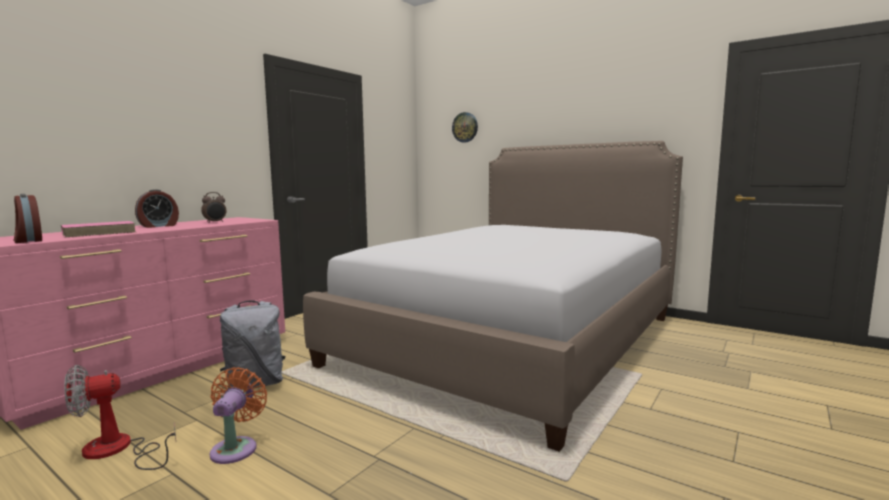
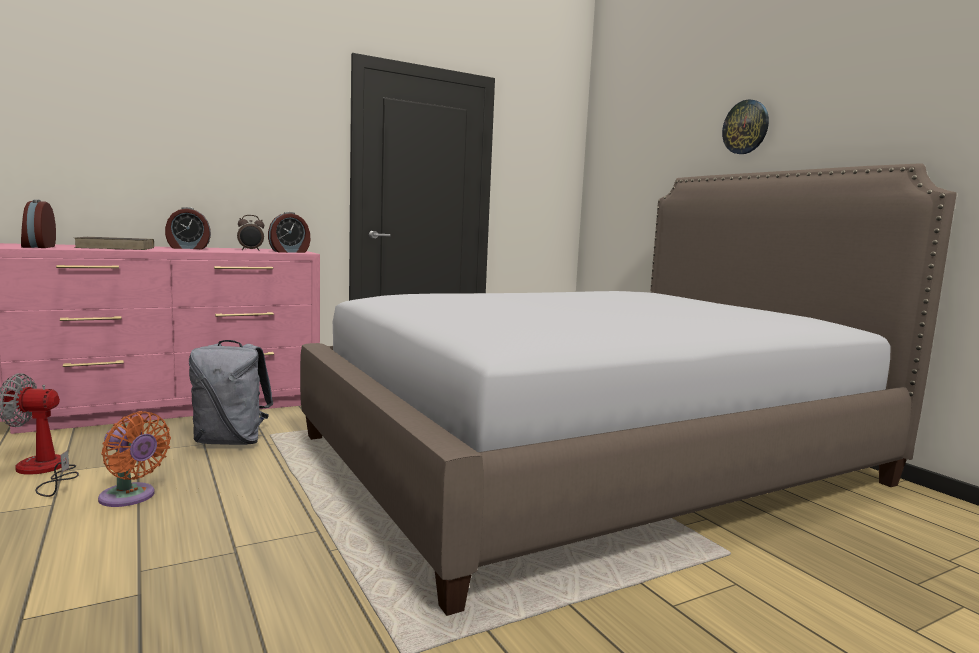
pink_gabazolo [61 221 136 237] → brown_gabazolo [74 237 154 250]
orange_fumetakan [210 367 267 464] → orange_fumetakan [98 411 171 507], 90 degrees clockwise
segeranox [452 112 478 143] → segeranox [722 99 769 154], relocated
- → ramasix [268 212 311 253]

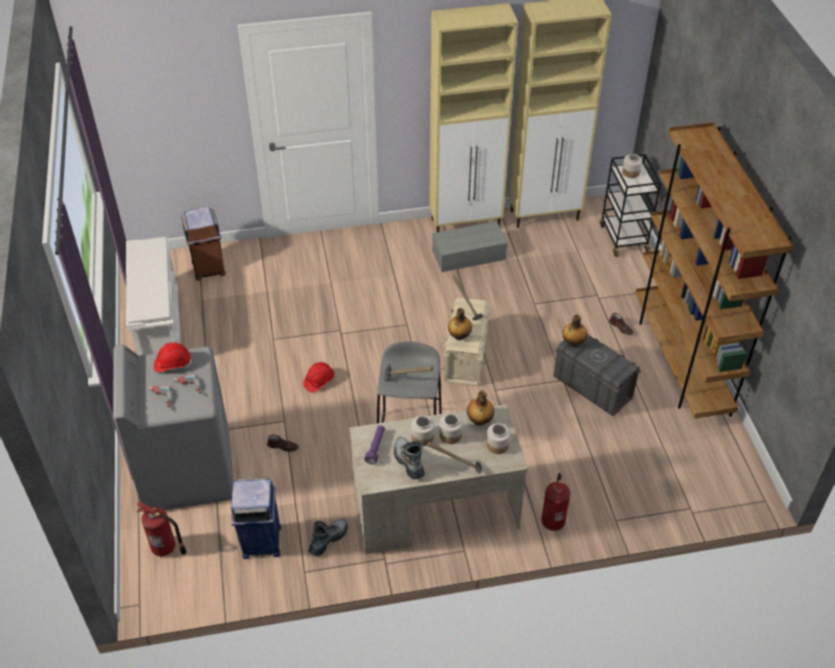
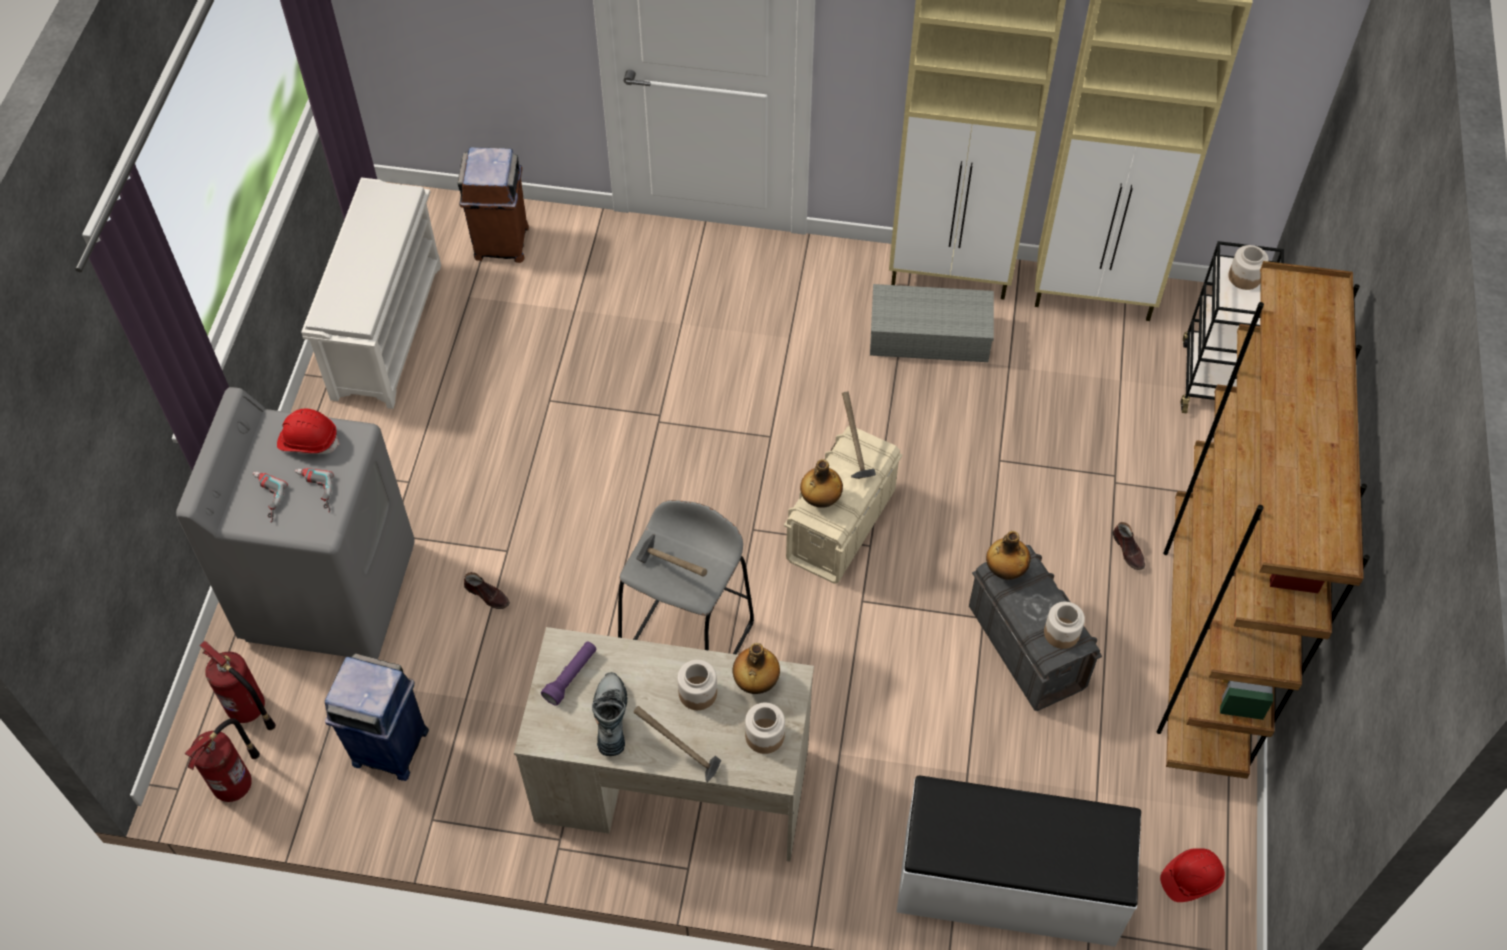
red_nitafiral [303 362 334 393] → red_nitafiral [1160 848 1225 902], relocated
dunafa [308 519 348 556] → -
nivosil [411 415 434 446] → nivosil [1044 602 1085 649], relocated
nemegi [541 473 570 531] → nemegi [185 718 260 802], relocated
- → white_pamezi [897 776 1141 947]

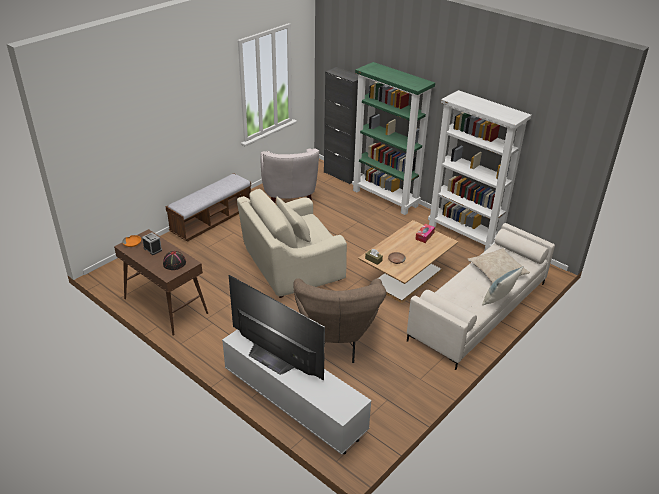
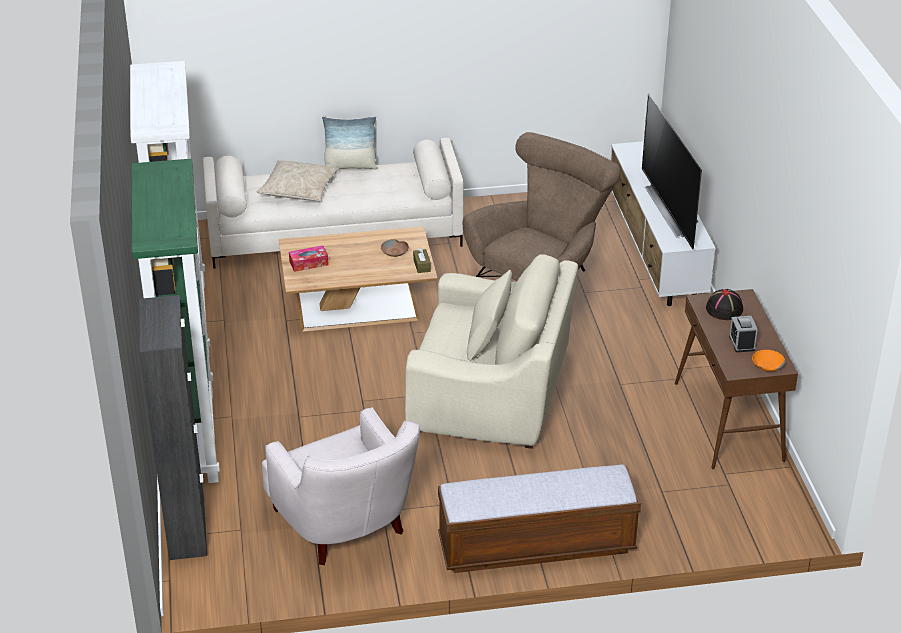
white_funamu [260 148 319 203] → white_funamu [262 407 420 565], 120 degrees clockwise

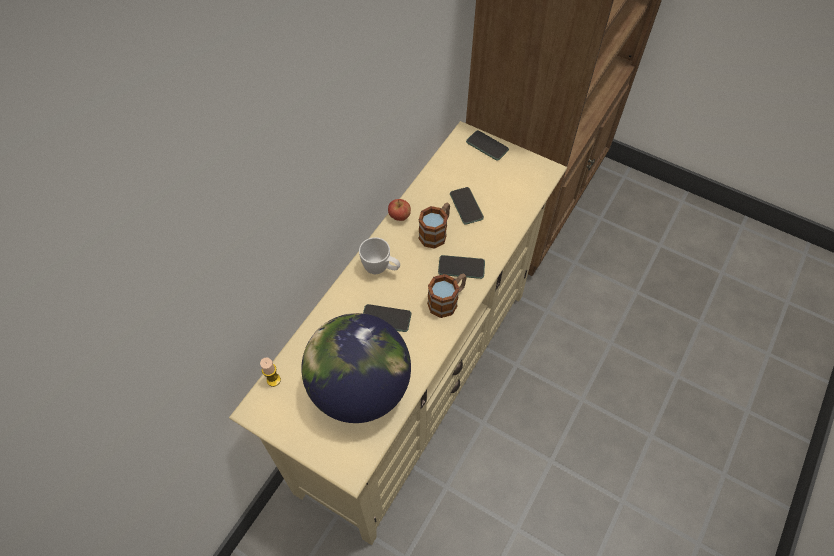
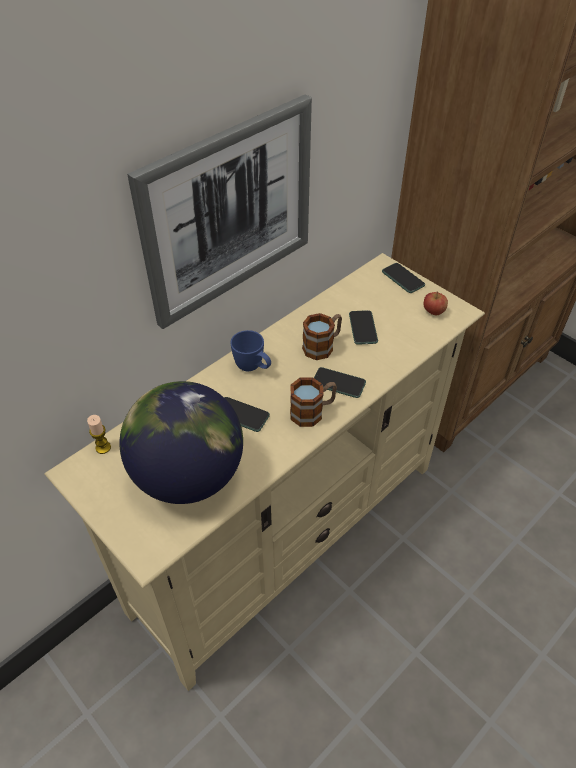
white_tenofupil [359 237 400 274] → blue_tenofupil [230 330 271 371]
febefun [388 199 411 221] → febefun [423 292 448 316], relocated
- → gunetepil [127 94 312 329]

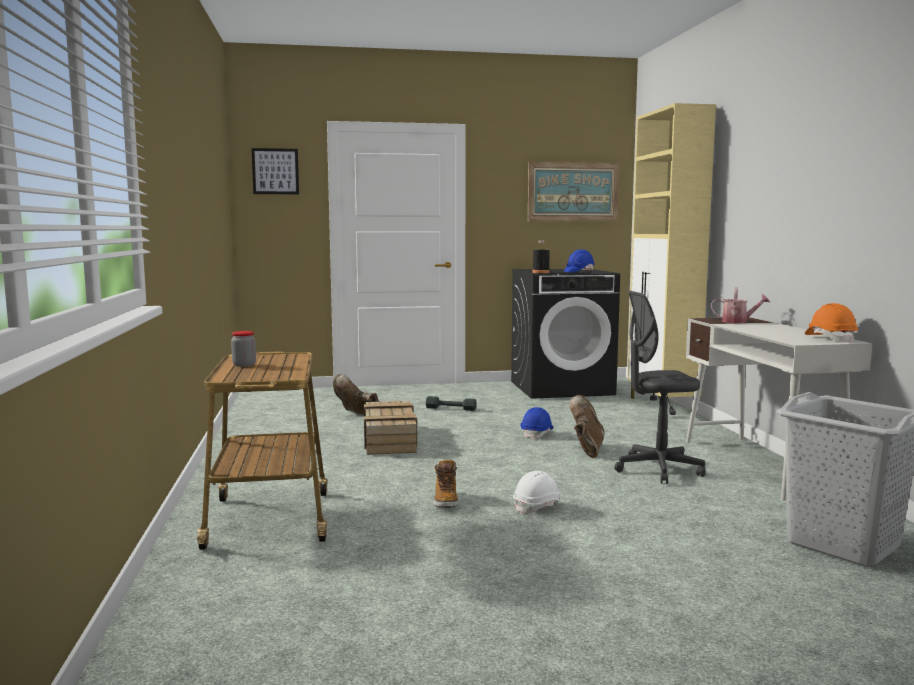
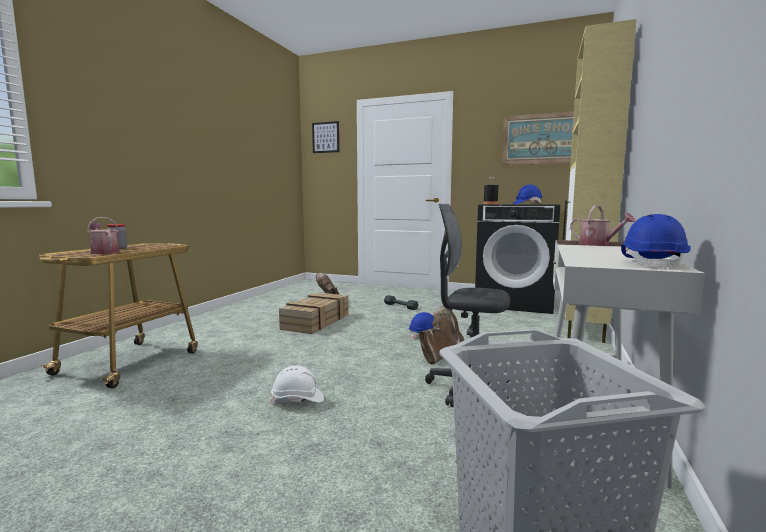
dunafa [433 459 459 508] → -
orange_nitafiral [805 303 858 343] → blue_nitafiral [621 214 691 270]
- → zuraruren [87 217 119 254]

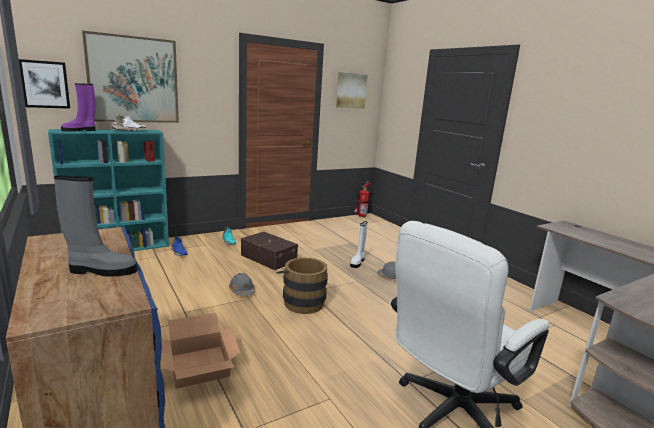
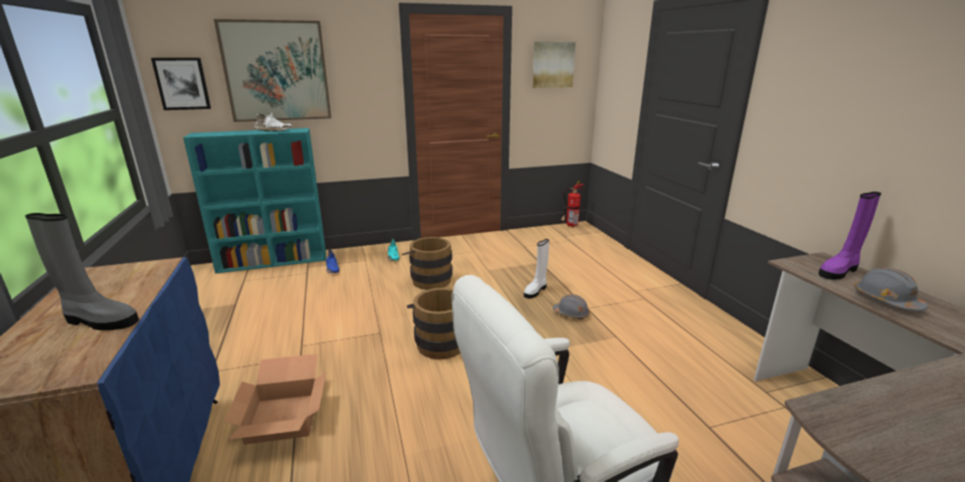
purple_dunafa [61 83 96 132] → purple_dunafa [818 192 881 280], relocated
grey_nitafiral [229 273 255 296] → grey_nitafiral [854 268 928 311], relocated
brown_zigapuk [241 232 298 270] → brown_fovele [402 237 453 290]

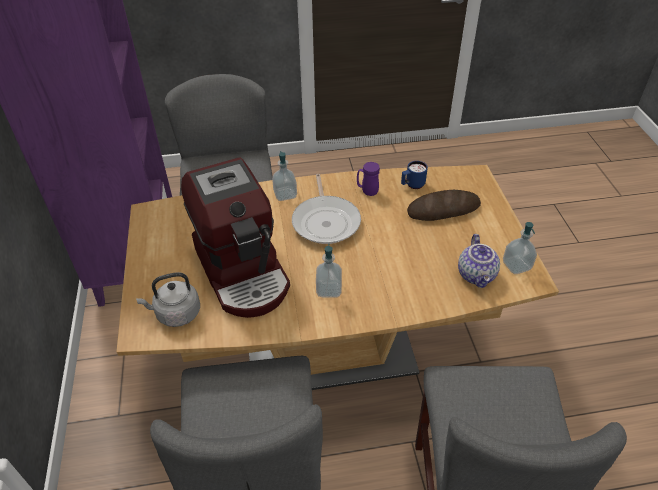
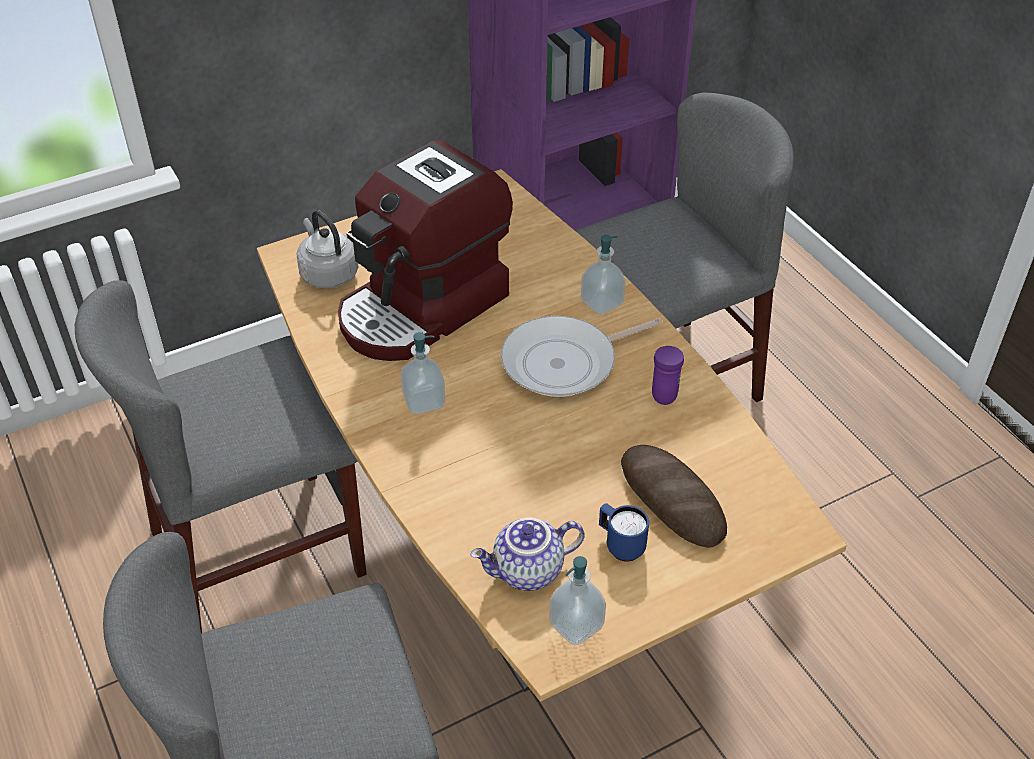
blue_tenofupil [401 161 428 189] → blue_tenofupil [599 503 649 562], relocated

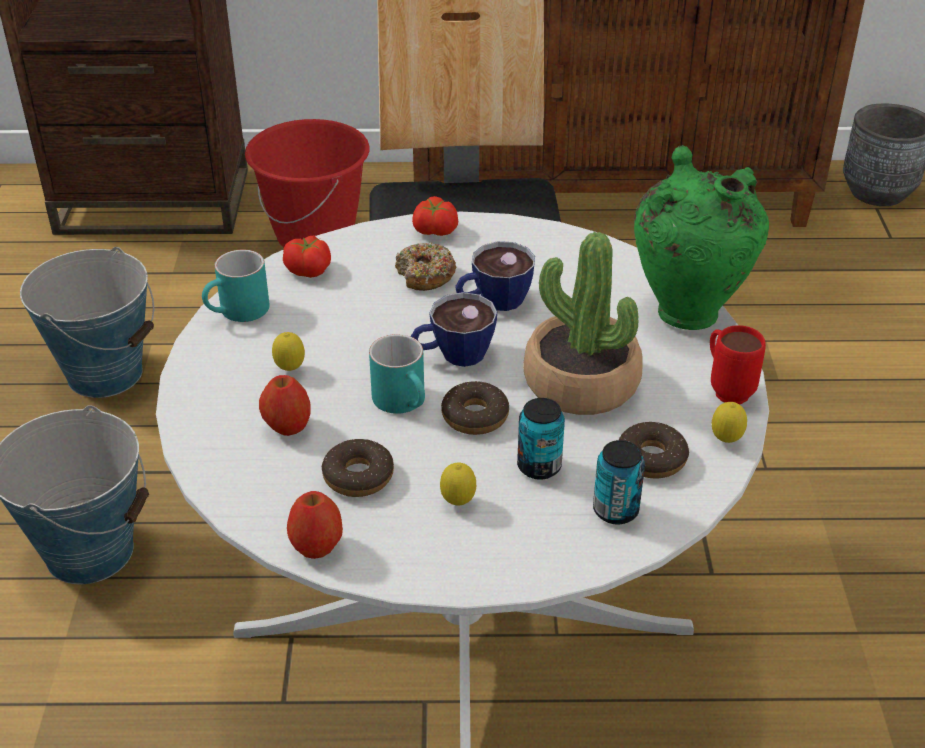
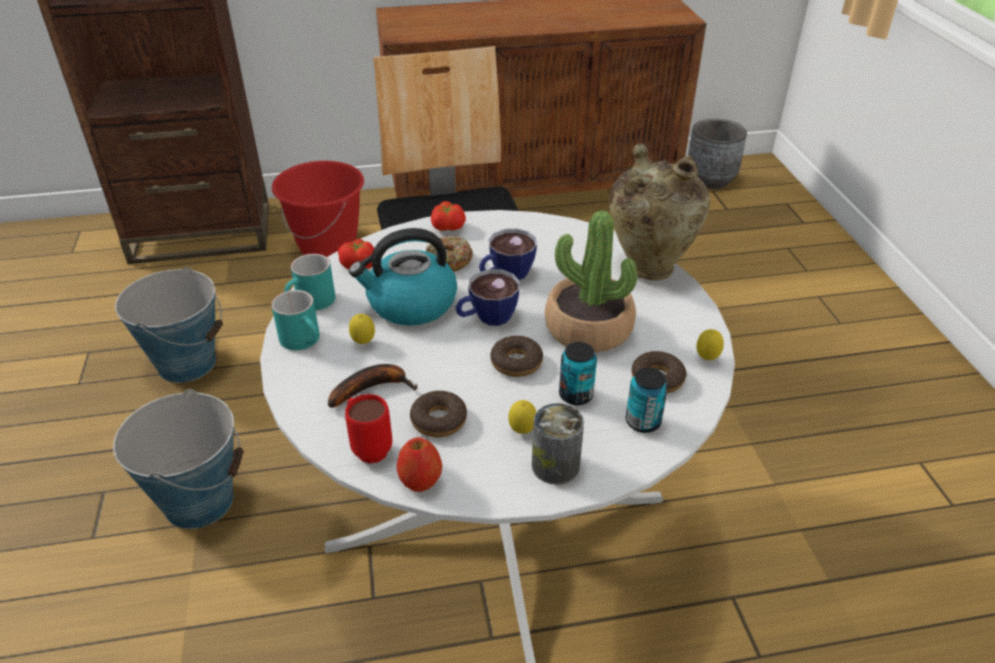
febefun [259 375 311 436] → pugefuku [328 364 418 408]
turquoise_tenofupil [369 334 425 414] → turquoise_tenofupil [271 290 320 350], relocated
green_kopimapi [634 145 769 330] → beige_kopimapi [610 143 710 280]
red_tenofupil [710 325 766 404] → red_tenofupil [345 394 392 464], relocated
- → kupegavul [349 228 457 326]
- → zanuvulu [532 403 584 485]

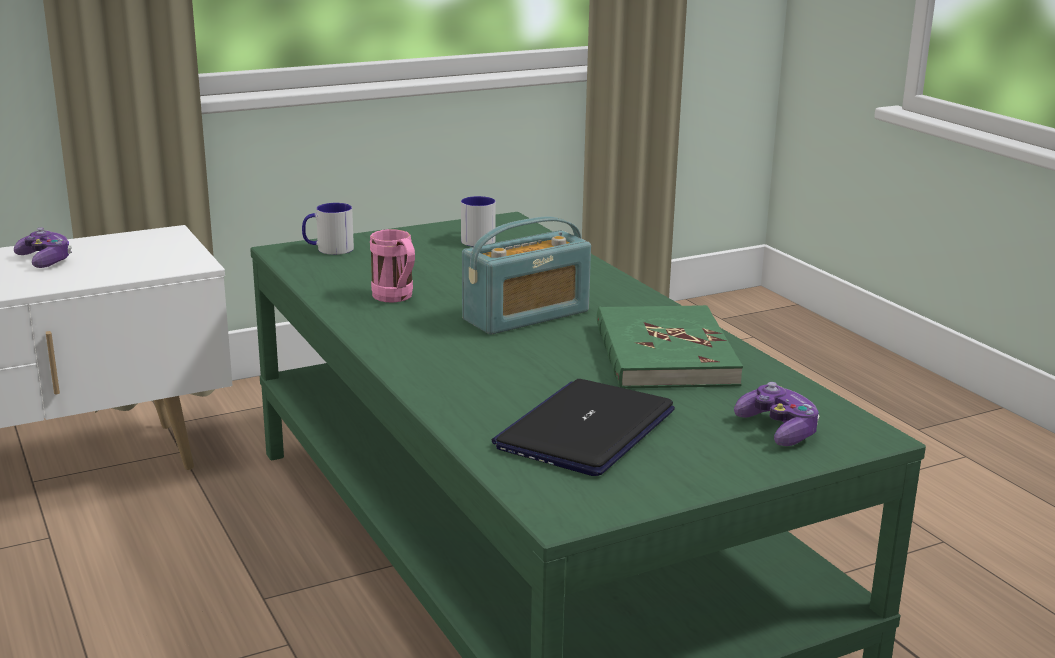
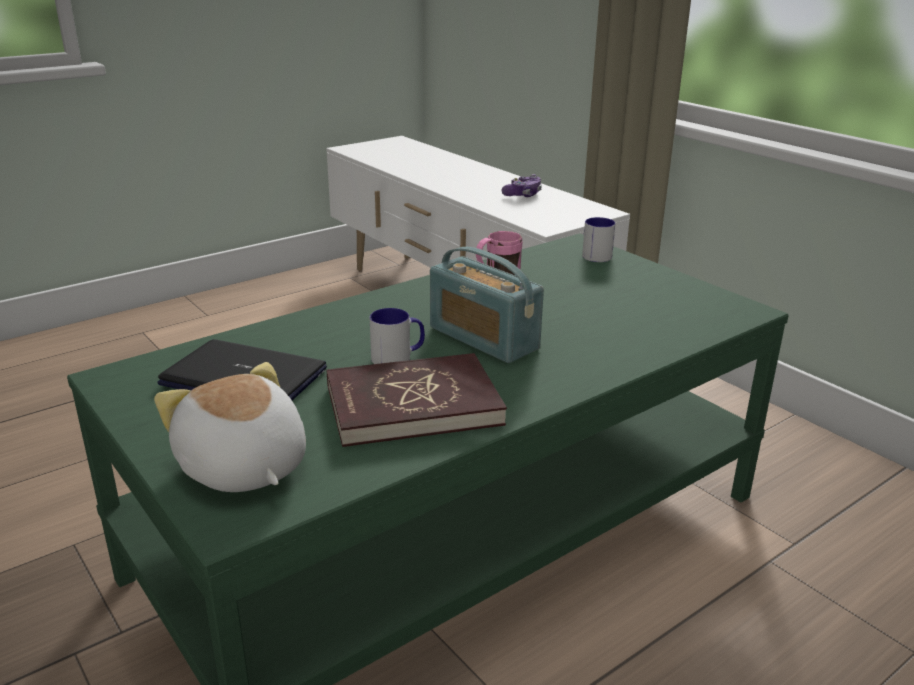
tenofupil [461 196 496 247] → tenofupil [370 308 425 364], relocated
green_gabazolo [597 305 743 389] → red_gabazolo [327 353 507 447]
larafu [734 382 820 446] → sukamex [154 362 306 492]

